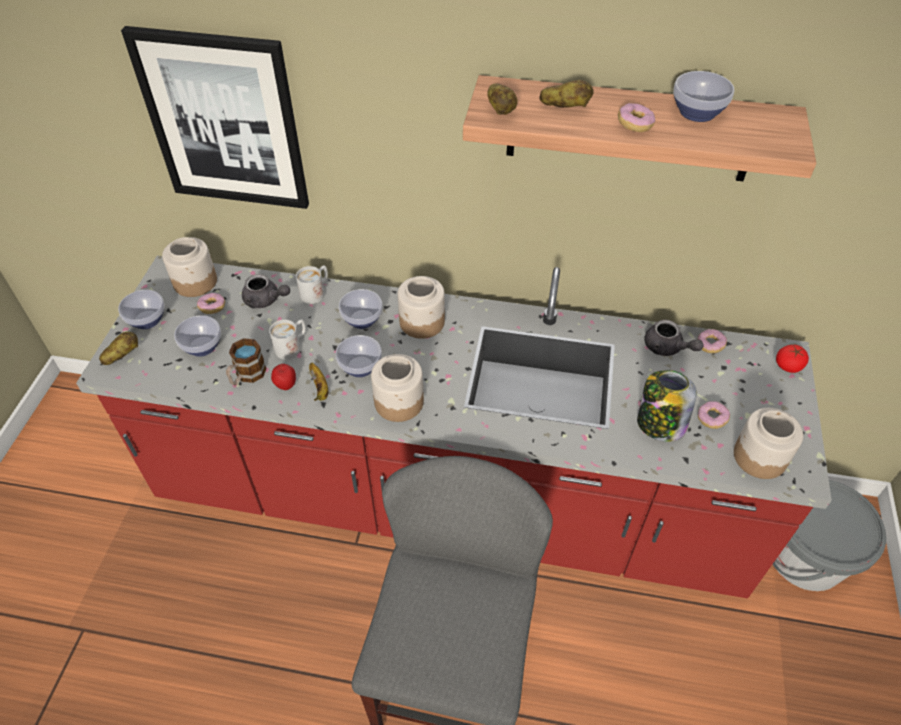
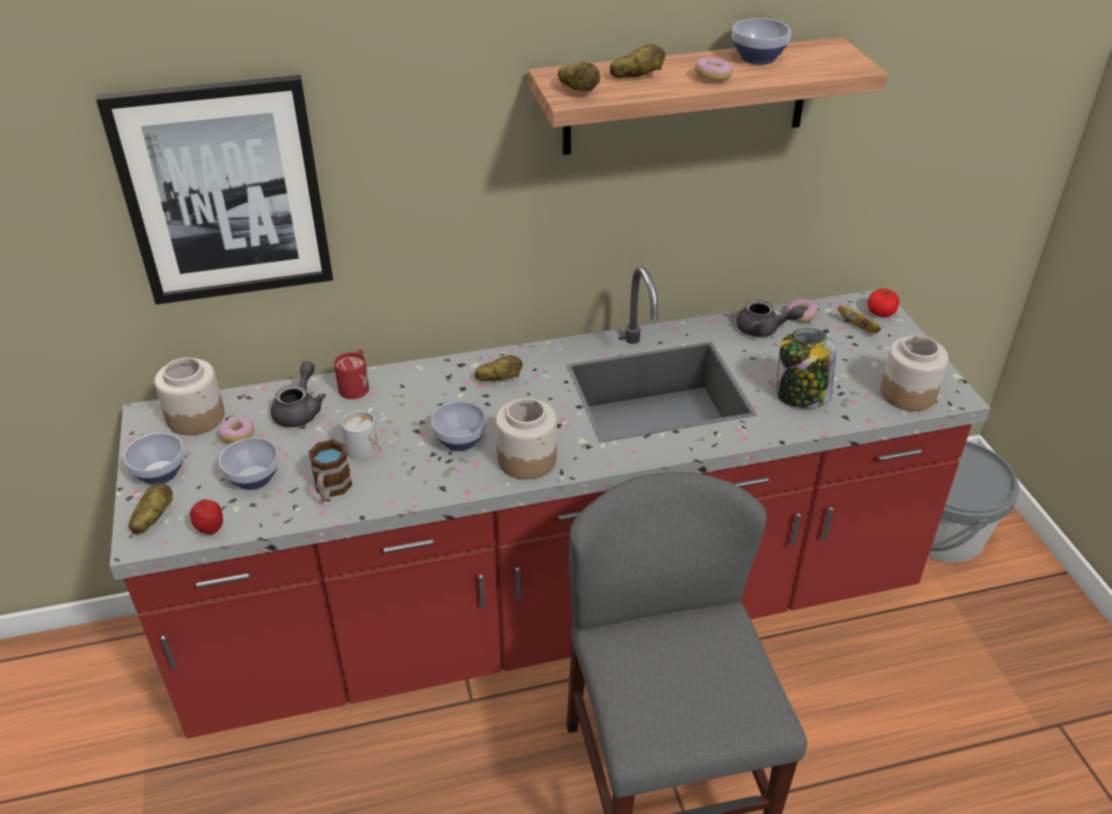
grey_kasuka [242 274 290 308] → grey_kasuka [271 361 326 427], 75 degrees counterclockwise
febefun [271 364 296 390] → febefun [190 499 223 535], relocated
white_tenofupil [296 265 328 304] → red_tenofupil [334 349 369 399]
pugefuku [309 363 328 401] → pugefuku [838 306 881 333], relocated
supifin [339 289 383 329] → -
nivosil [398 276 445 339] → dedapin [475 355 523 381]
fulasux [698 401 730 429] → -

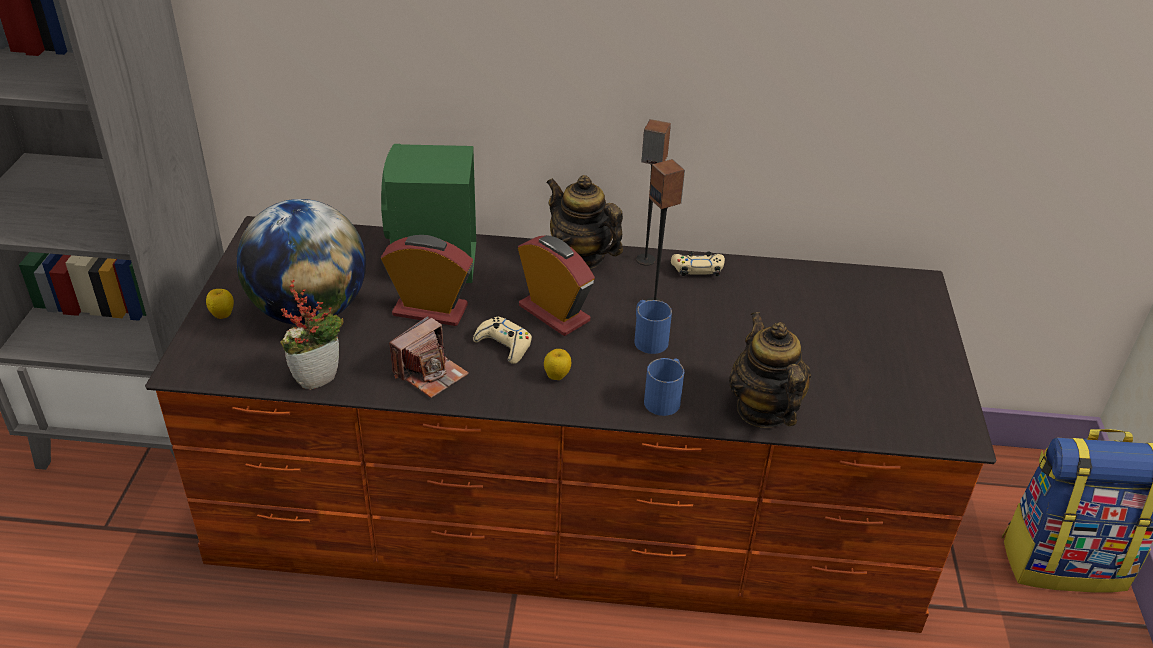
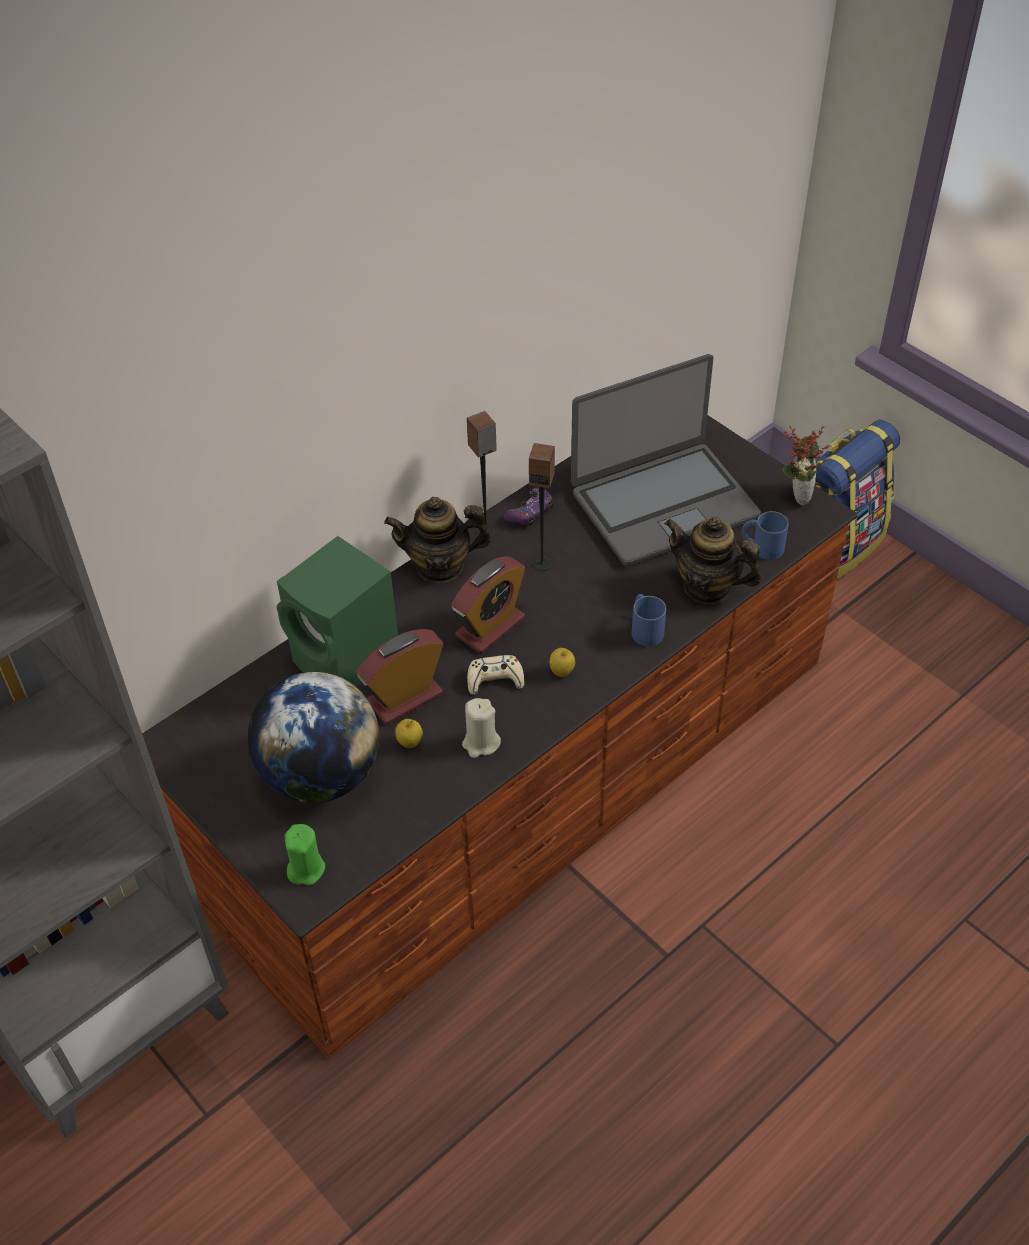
febefun [206 289 234 319] → febefun [395 719 423 748], relocated
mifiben [280 279 344 390] → mifiben [782 426 830 506], relocated
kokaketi [389 316 468 398] → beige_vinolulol [462 698 501 758]
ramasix [518 235 595 336] → ramasix [451 556 525 653], 135 degrees clockwise
blue_tenofupil [634 300 672 354] → blue_tenofupil [742 511 789 560], relocated
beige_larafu [671 251 725 276] → purple_larafu [504 488 553 526]
- → green_vinolulol [285 824 325 885]
- → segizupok [571 354 761 567]

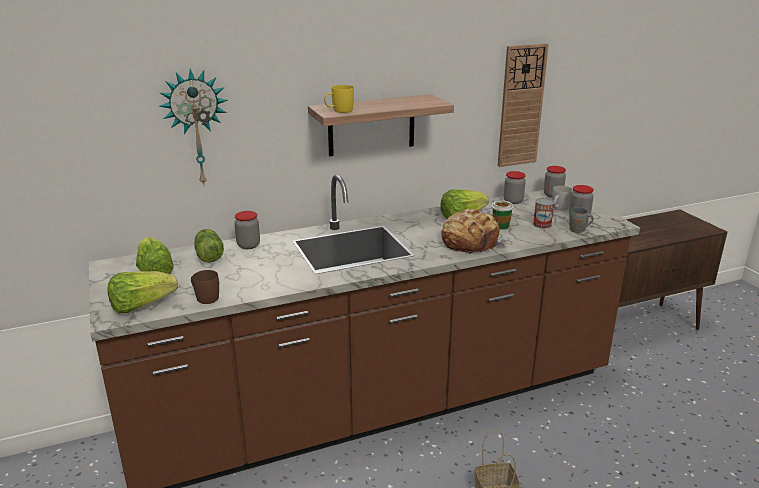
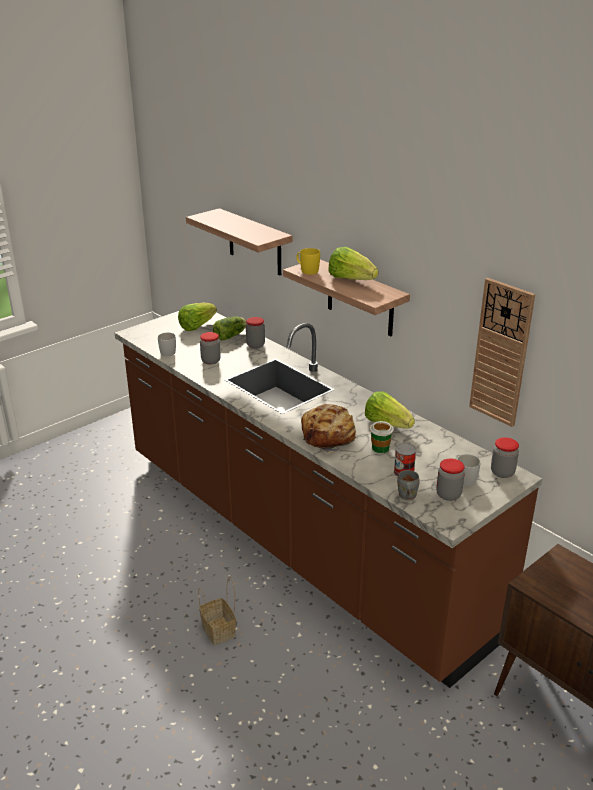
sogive [107 271 178 314] → sogive [329 247 378 280], relocated
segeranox [159 69 228 186] → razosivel [186 208 293 275]
brown_tenofupil [191 270 219 304] → white_tenofupil [158 333 176 356]
nivosil [504 171 526 204] → nivosil [200 332 221 365], relocated

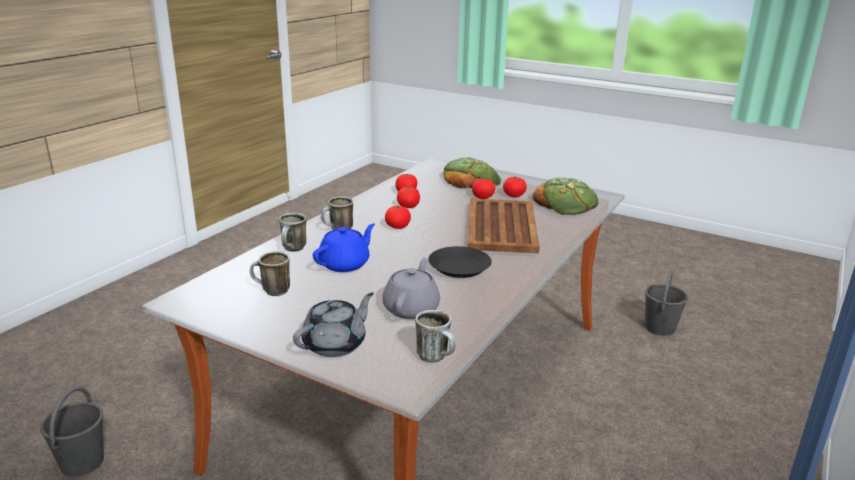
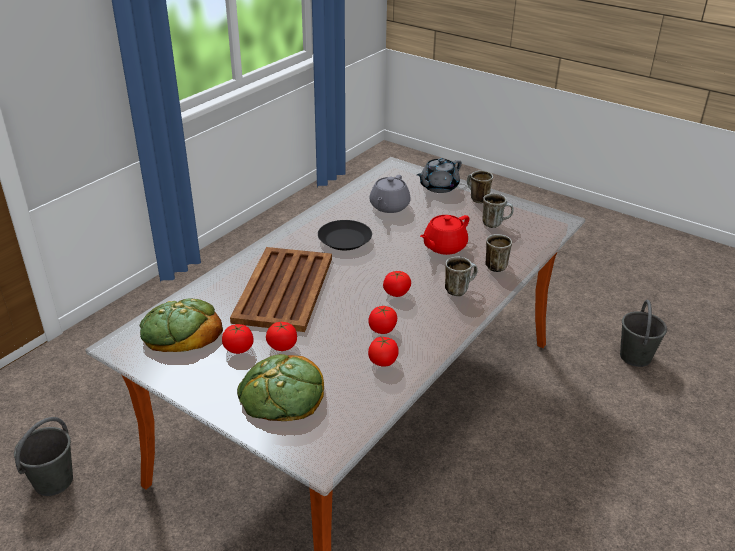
blue_kasuka [313 223 375 272] → red_kasuka [420 215 469 255]
tenofupil [415 310 456 362] → tenofupil [467 171 493 203], relocated

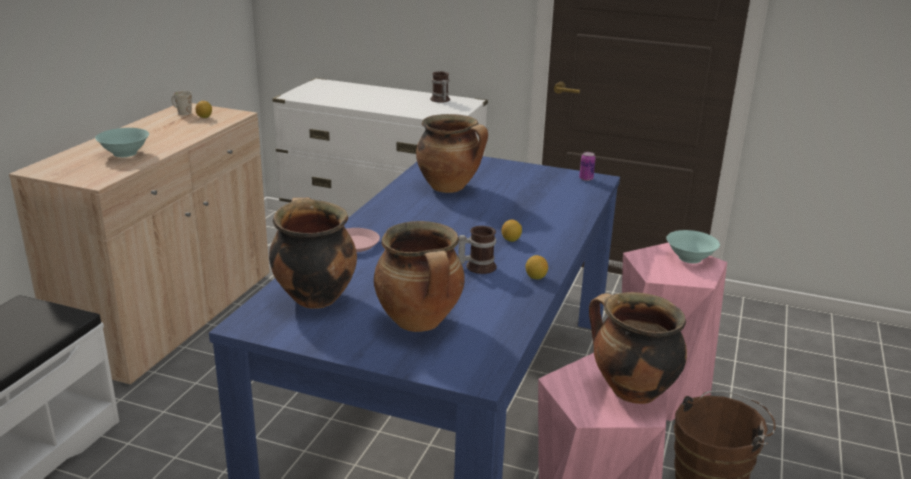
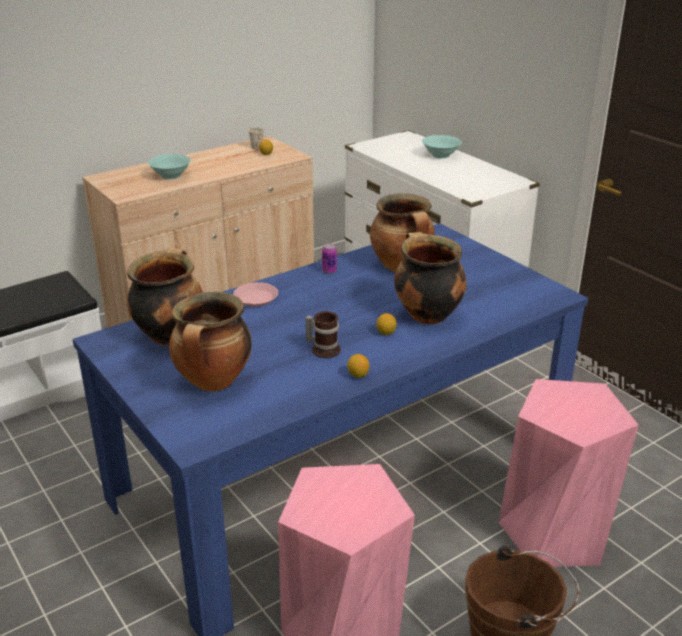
tenofupil [430 71 450 103] → -
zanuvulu [579 152 596 181] → zanuvulu [322 243 337 274], relocated
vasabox [589 292 687 404] → vasabox [394 232 466 325], relocated
turquoise_supifin [666 230 720 263] → turquoise_supifin [422 135 462 159], relocated

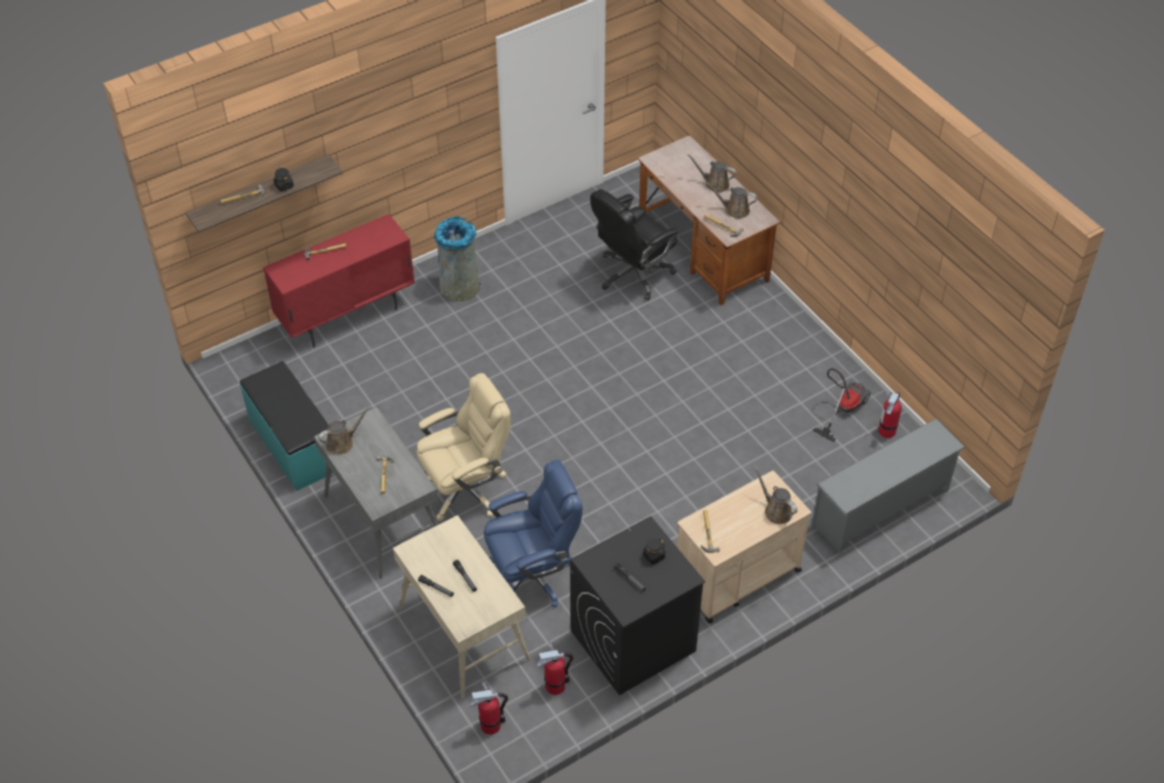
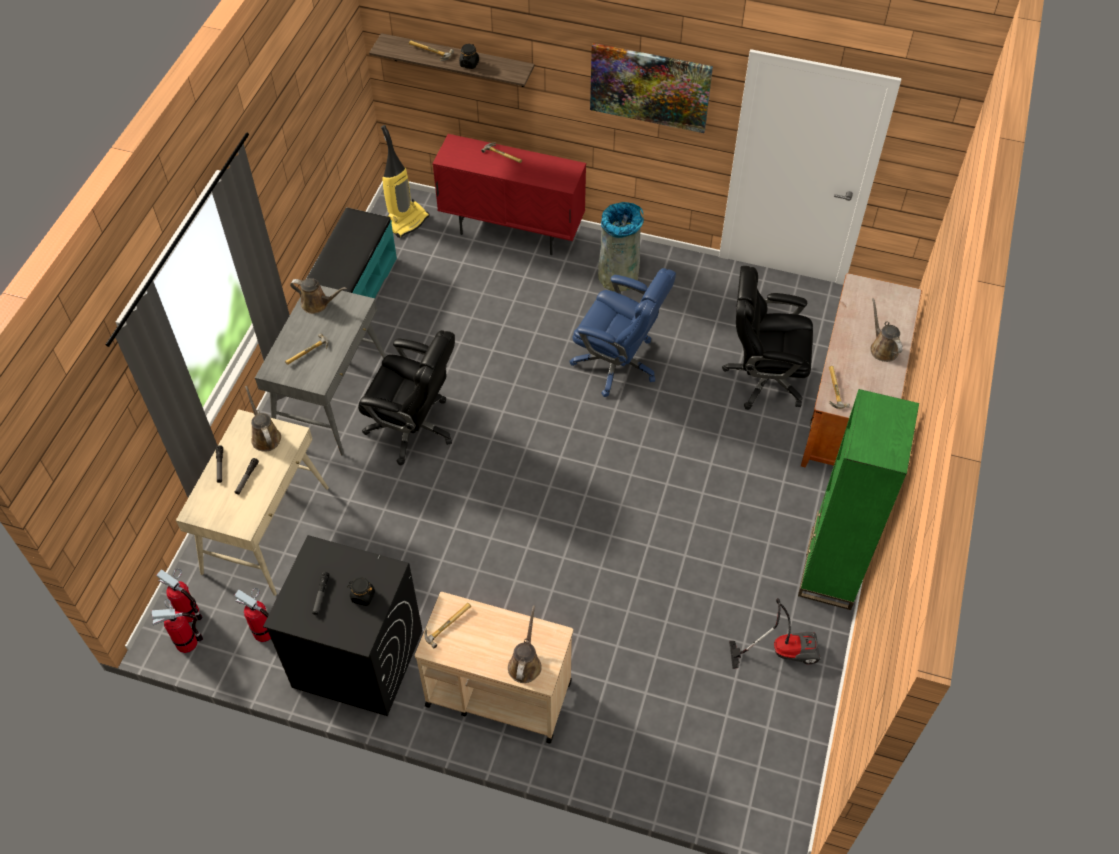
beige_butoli [416 373 511 521] → black_butoli [358 330 455 465]
blue_butoli [484 460 583 607] → blue_butoli [569 268 676 397], relocated
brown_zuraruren [706 182 757 219] → brown_zuraruren [245 386 281 452], relocated
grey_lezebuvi [811 419 966 553] → -
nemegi [878 391 902 438] → nemegi [152 599 203 653], relocated
- → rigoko [381 125 430 238]
- → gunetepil [590 43 713 133]
- → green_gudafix [798 389 919 610]

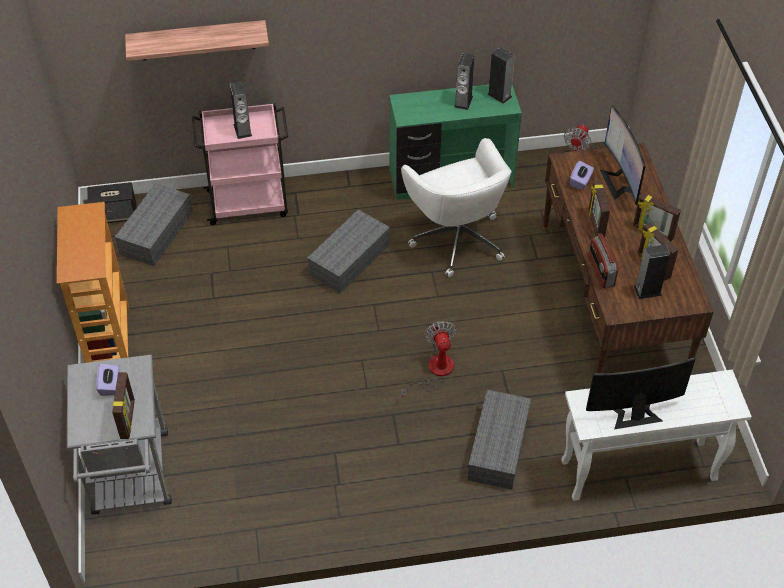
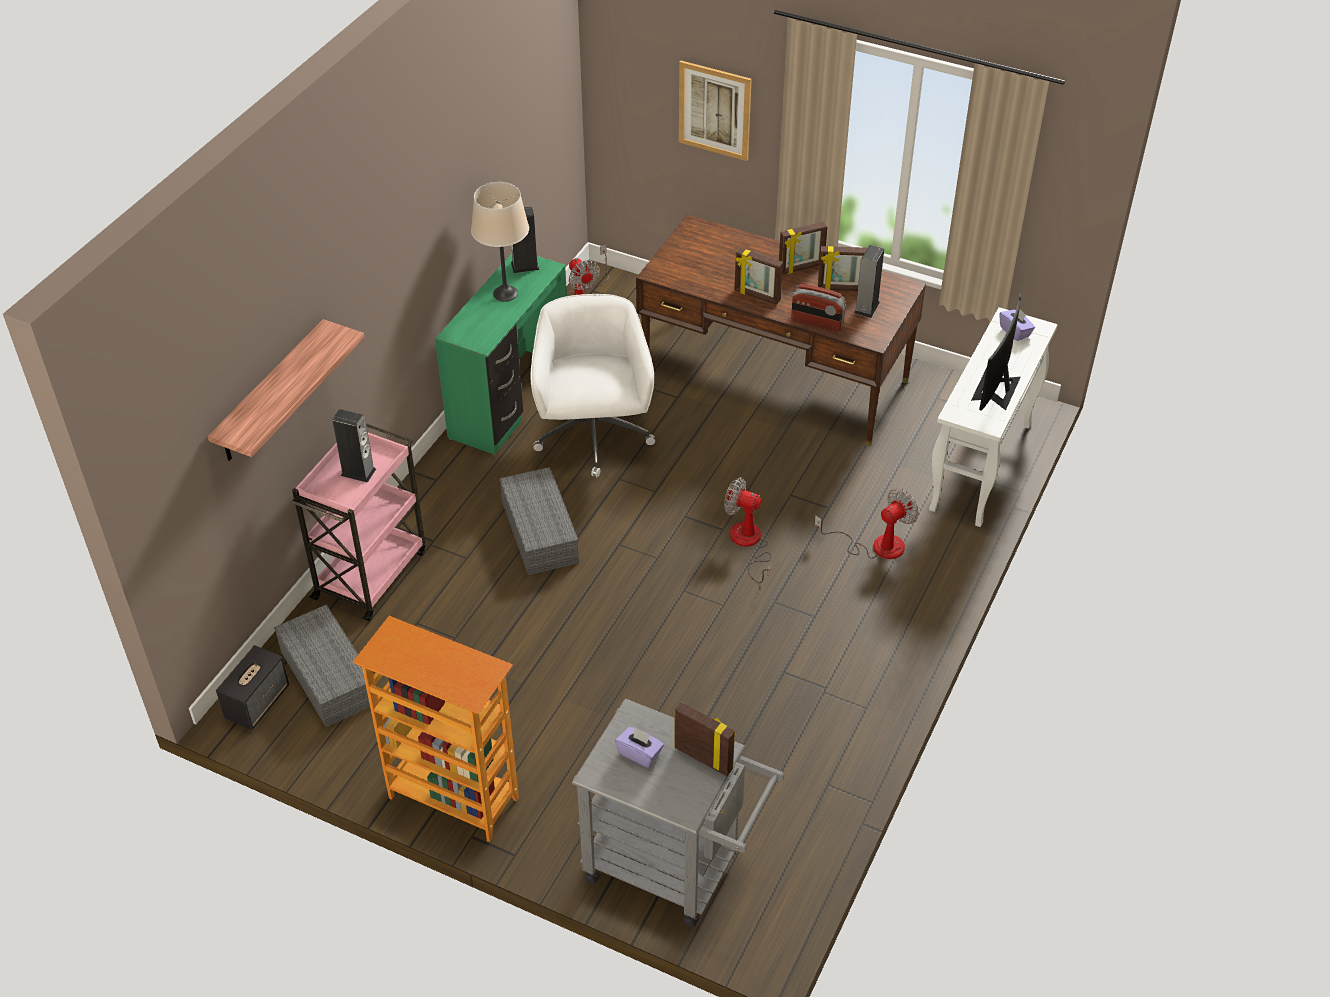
white_butoli [401 138 511 277] → white_butoli [531 294 655 478], 105 degrees counterclockwise
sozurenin [454 53 474 110] → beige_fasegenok [471 182 529 301]
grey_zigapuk [468 390 531 490] → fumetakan [814 489 919 559]
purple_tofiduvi [570 161 594 190] → purple_tofiduvi [999 309 1035 341], relocated
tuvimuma [600 106 646 205] → -
- → gunetepil [679 61 752 161]

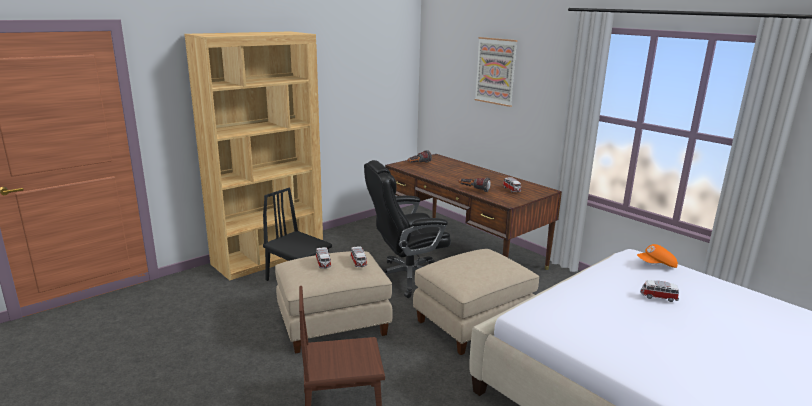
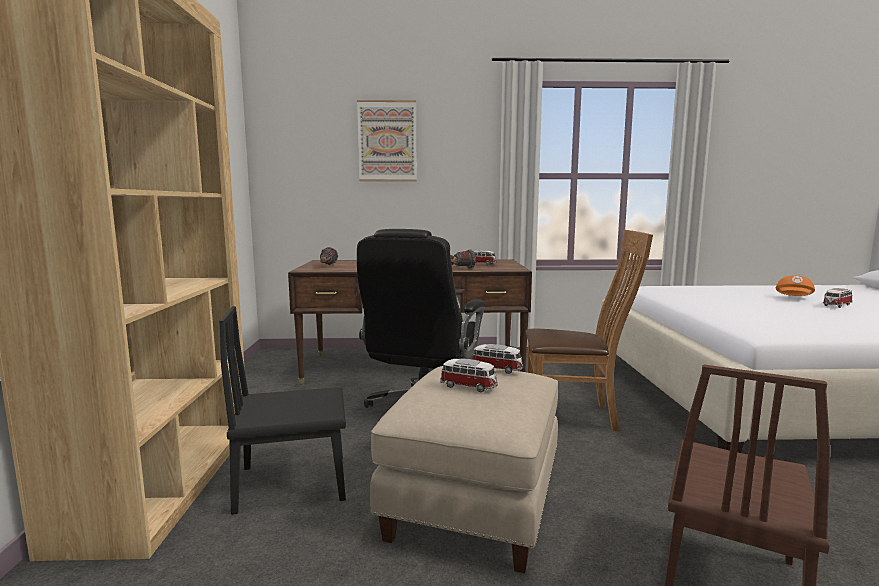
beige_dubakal [413 249 539 355] → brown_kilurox [526 230 653 431]
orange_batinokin [637 244 678 268] → orange_batinokin [776 275 815 296], relocated
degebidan [640 280 679 302] → degebidan [823 288 852 308], relocated

